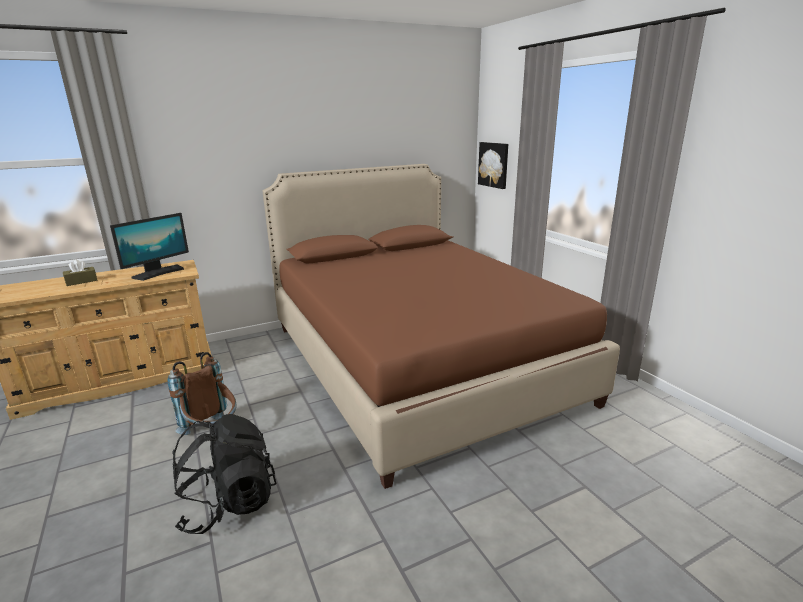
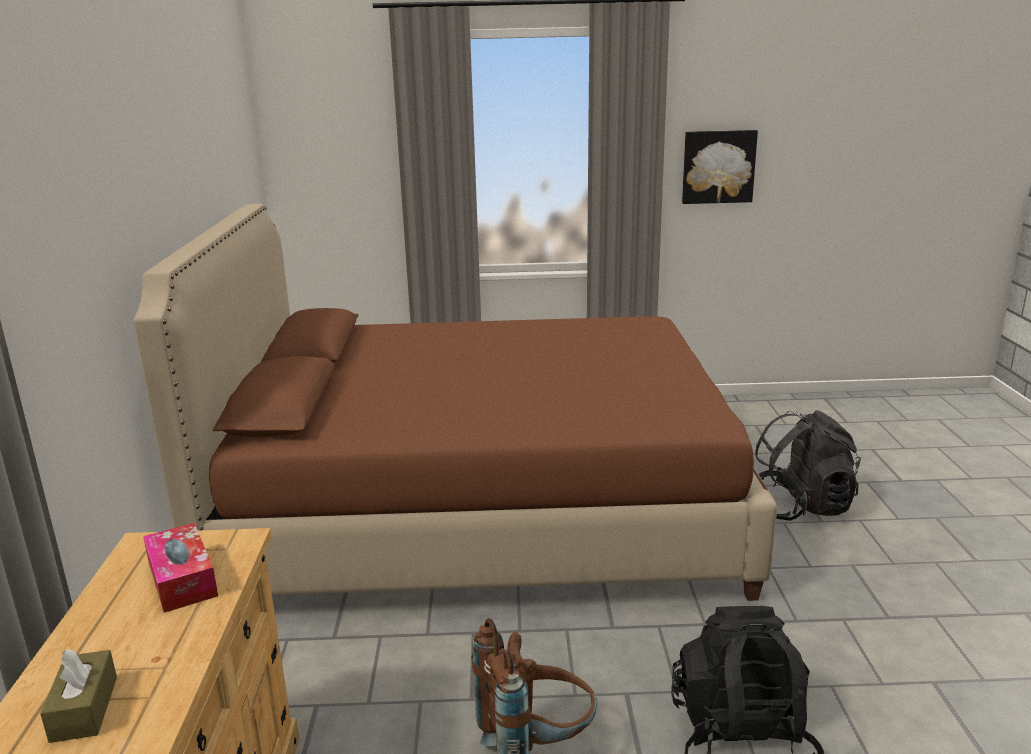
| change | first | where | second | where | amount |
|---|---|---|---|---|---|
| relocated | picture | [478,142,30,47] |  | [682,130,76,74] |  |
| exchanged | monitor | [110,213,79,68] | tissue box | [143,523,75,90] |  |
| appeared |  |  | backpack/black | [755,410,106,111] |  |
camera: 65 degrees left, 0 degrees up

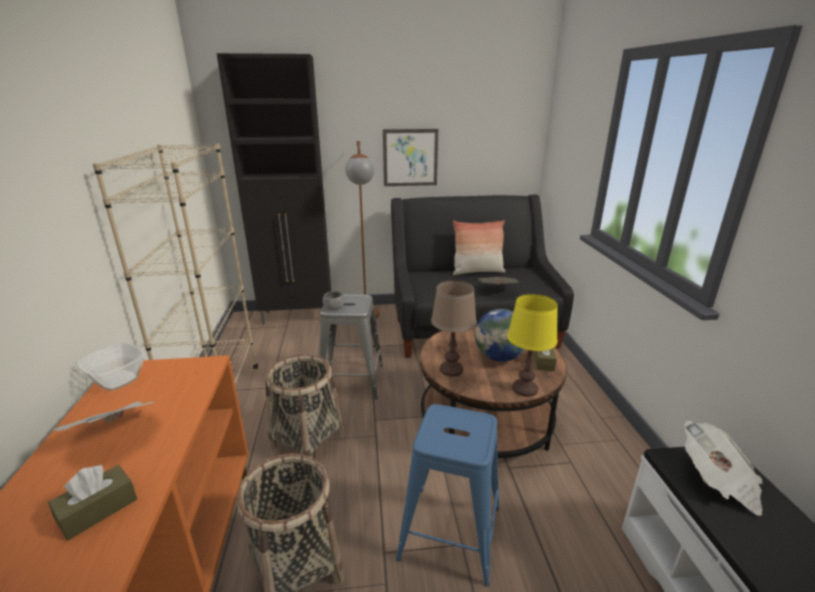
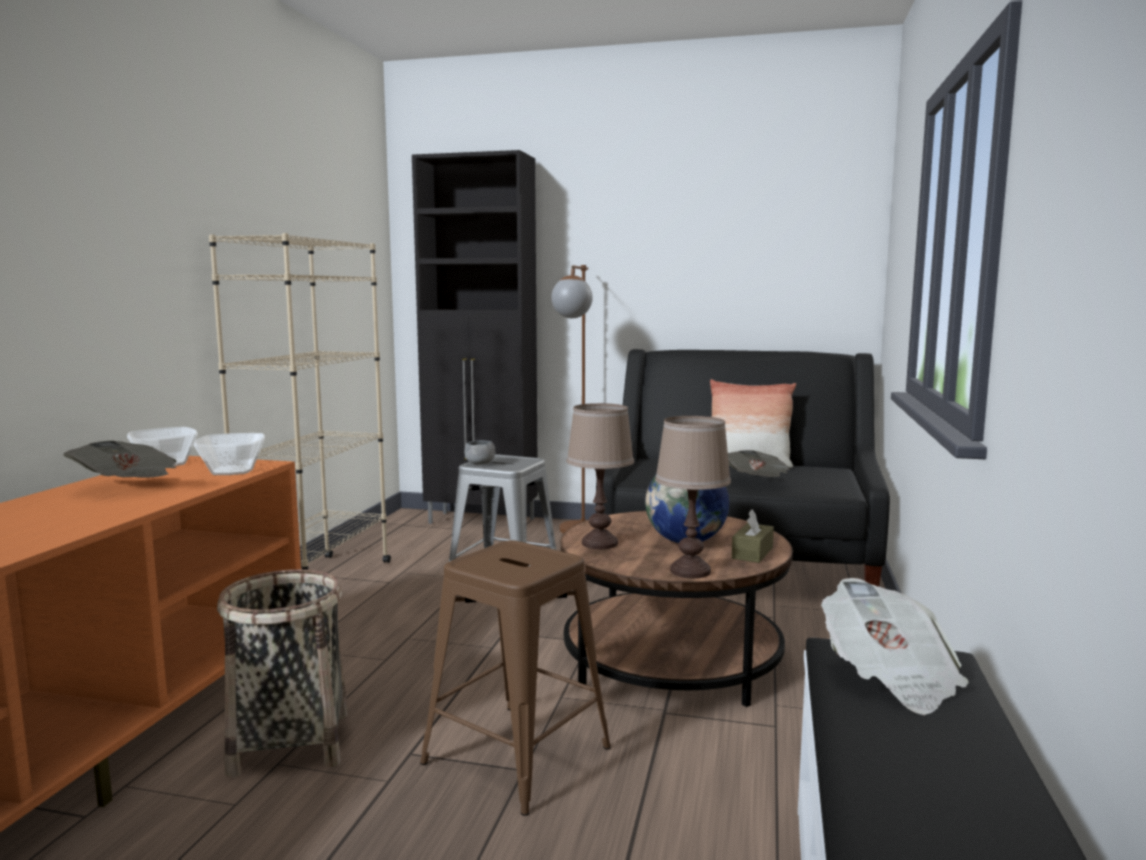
| change | first | where | second | where | amount |
|---|---|---|---|---|---|
| missing | picture | [383,129,55,57] |  |  |  |
| colour | table lamp/yellow | [507,294,51,103] | table lamp/brown | [655,416,76,162] |  |
| missing | basket | [265,354,79,103] |  |  |  |
| colour | stool/blue | [396,404,103,182] | stool/brown | [420,540,191,276] |  |
| missing | tissue box/brown | [48,465,89,76] |  |  |  |
| appeared |  |  | bowl | [194,433,71,42] |  |
camera: 20 degrees right, 15 degrees down

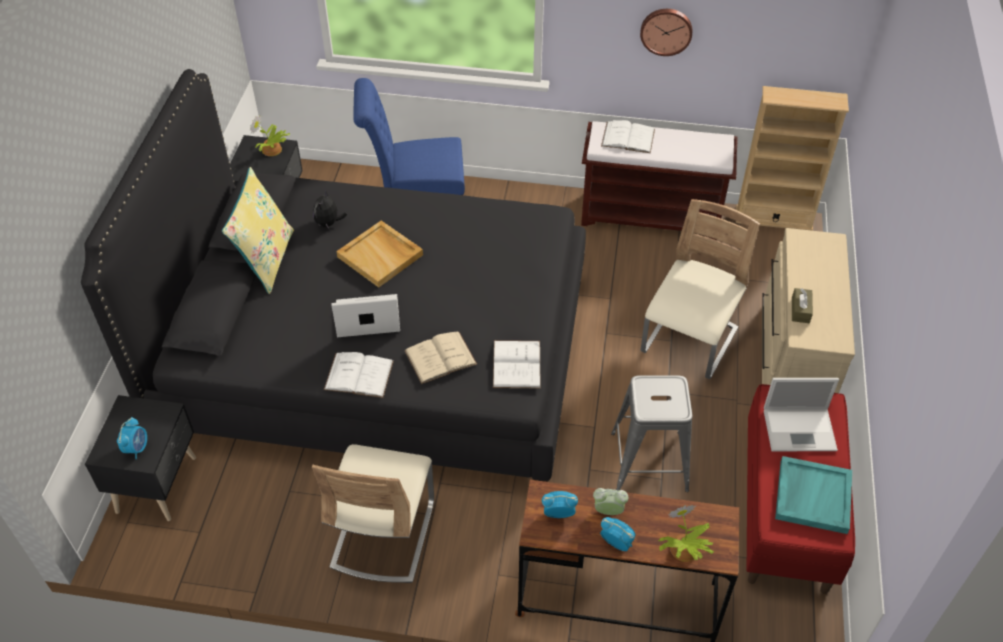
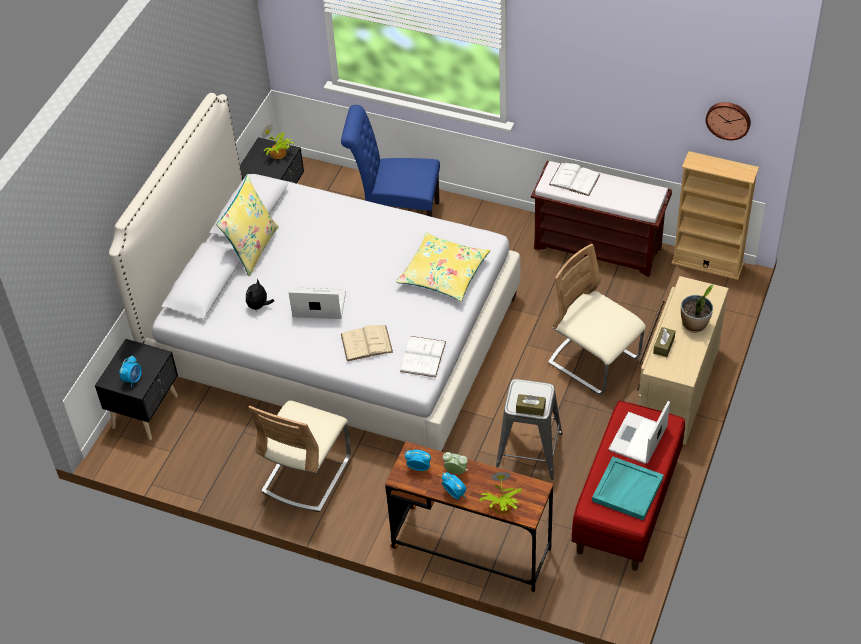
| change | first | where | second | where | amount |
|---|---|---|---|---|---|
| relocated | wall clock | [640,9,52,47] |  | [705,102,46,38] |  |
| colour | bed/black | [81,69,505,413] | bed/white | [109,93,412,359] |  |
| relocated | plush toy | [313,190,34,38] |  | [246,278,28,34] |  |
| spun | chair/beige | [641,199,119,180] |  | [548,244,98,151] | 90 degrees counterclockwise |
| missing | tray/beige | [336,221,87,67] |  |  |  |
| missing | book/white | [324,352,70,46] |  |  |  |
| spun | laptop | [764,378,75,73] |  | [609,401,61,63] | 105 degrees clockwise |
| appeared |  |  | pillow/yellow | [396,232,94,70] |  |
| appeared |  |  | potted plant | [681,284,33,49] |  |
| appeared |  |  | tissue box/brown | [516,394,30,22] |  |
camera: 15 degrees right, 0 degrees up

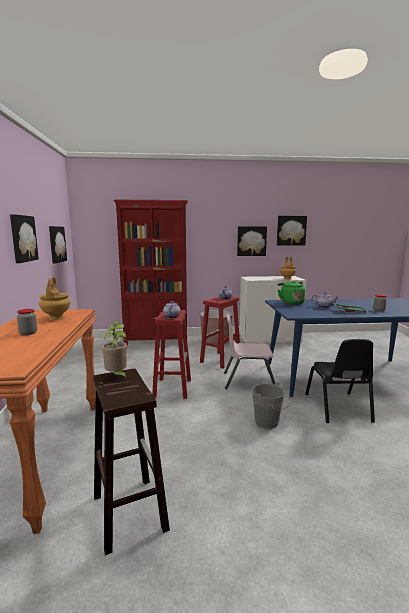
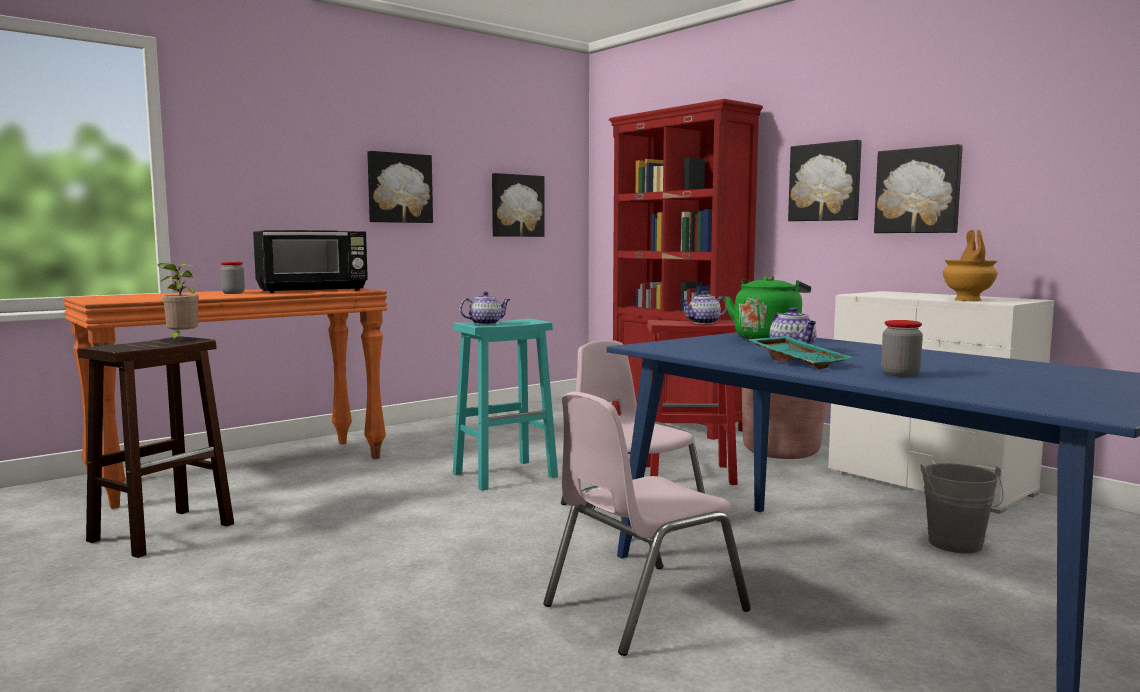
| change | first | where | second | where | amount |
|---|---|---|---|---|---|
| relocated | picture | [277,216,30,30] |  | [788,140,74,81] |  |
| exchanged | vase/brown | [39,277,32,43] | microwave/black | [253,230,115,63] |  |
| colour | stool/red | [152,310,39,89] | stool/turquoise | [453,319,105,172] |  |
| colour | chair/black | [305,339,70,84] | chair/pink | [543,392,208,264] |  |
| relocated | bucket/grey | [252,382,38,47] |  | [920,463,84,90] |  |
camera: 55 degrees right, 5 degrees down

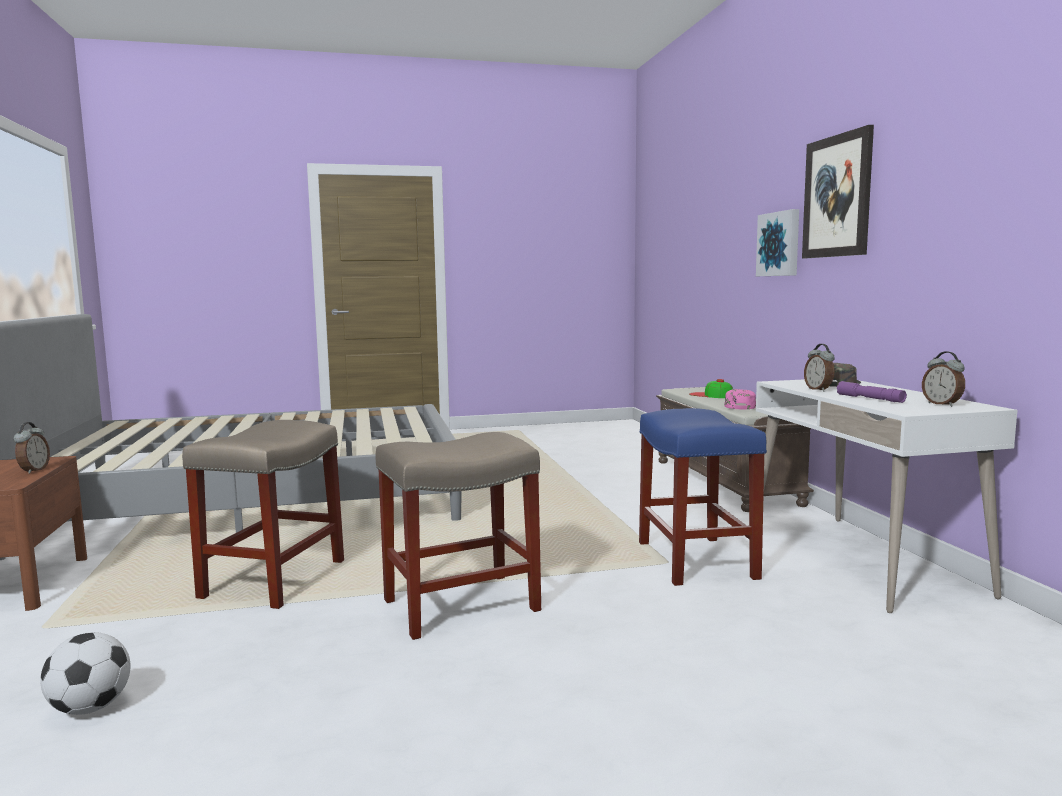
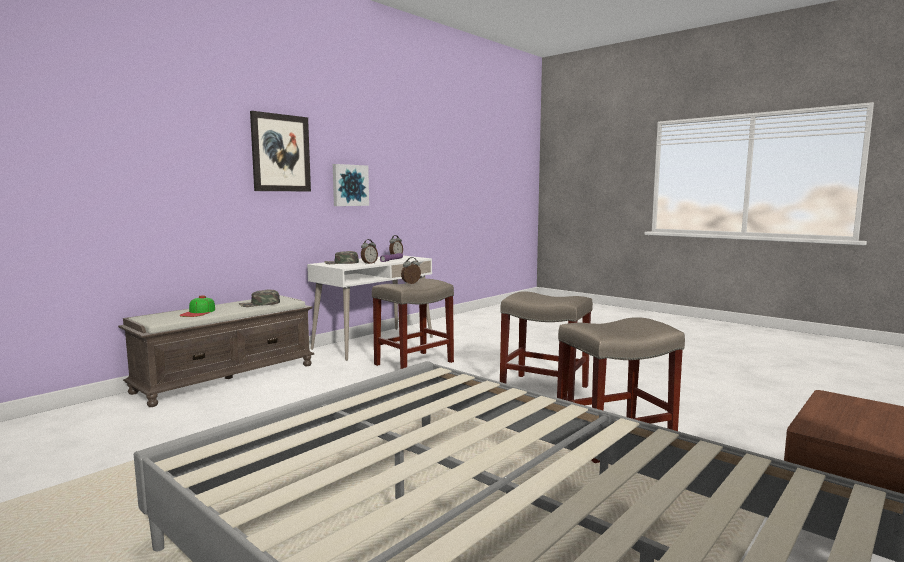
| change | first | where | second | where | amount |
|---|---|---|---|---|---|
| relocated | picture | [756,209,43,67] |  | [333,164,36,42] |  |
| colour | cap/pink | [724,389,32,20] | cap/green | [239,289,41,18] |  |
| colour | stool/blue | [639,408,128,178] | stool/beige | [372,279,82,90] |  |
| relocated | alarm clock | [14,422,36,52] |  | [401,257,20,27] |  |
| missing | football | [40,632,91,83] |  |  |  |
camera: 125 degrees left, 0 degrees up

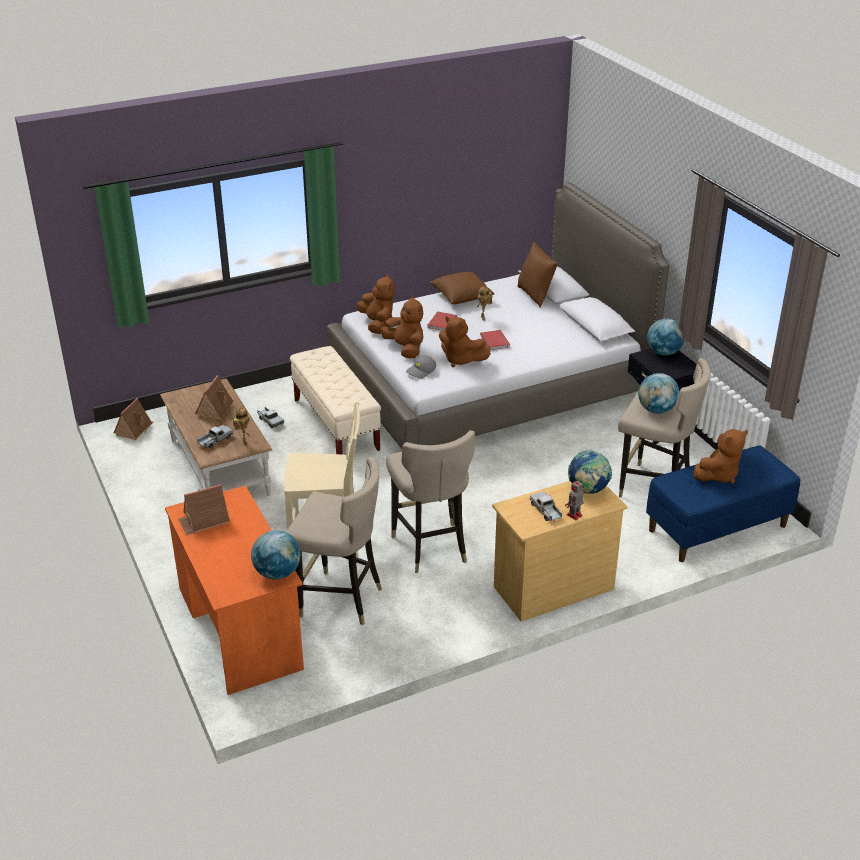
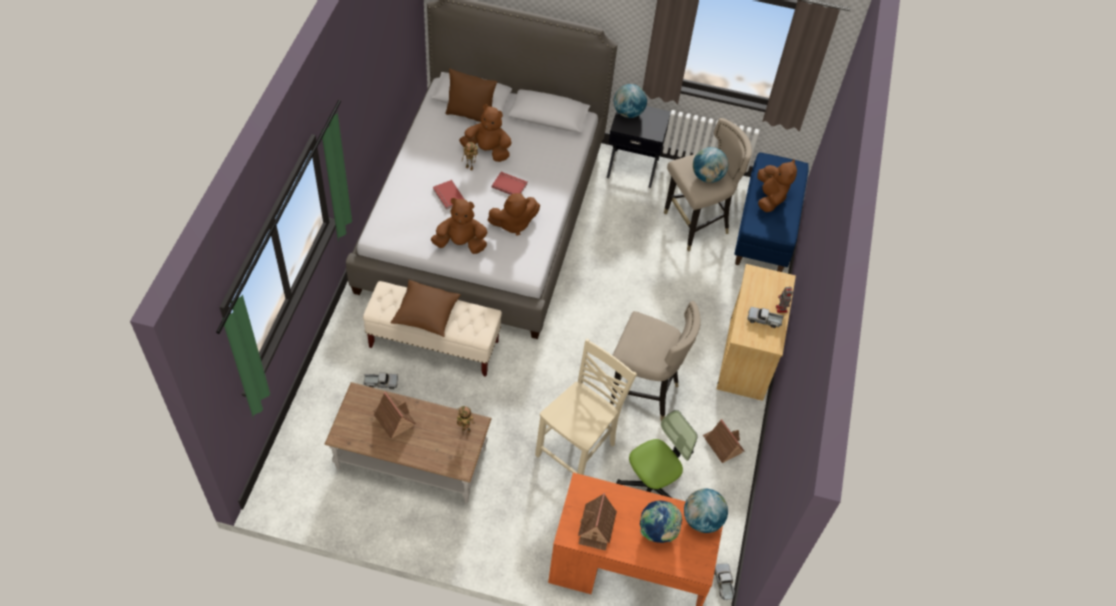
| change | first | where | second | where | amount |
|---|---|---|---|---|---|
| relocated | pillow/brown | [430,272,64,32] |  | [390,280,71,57] |  |
| relocated | plush toy/brown | [357,274,38,60] |  | [459,104,52,58] |  |
| missing | cap/grey | [406,355,30,24] |  |  |  |
| relocated | toy house | [114,398,40,42] |  | [703,419,41,44] |  |
| relocated | toy truck | [197,425,36,23] |  | [714,564,21,37] |  |
| relocated | globe | [568,450,44,44] |  | [640,501,42,42] |  |
| exchanged | stool/beige | [286,456,96,169] | office chair | [616,410,82,88] |  |
camera: 55 degrees left, 20 degrees up

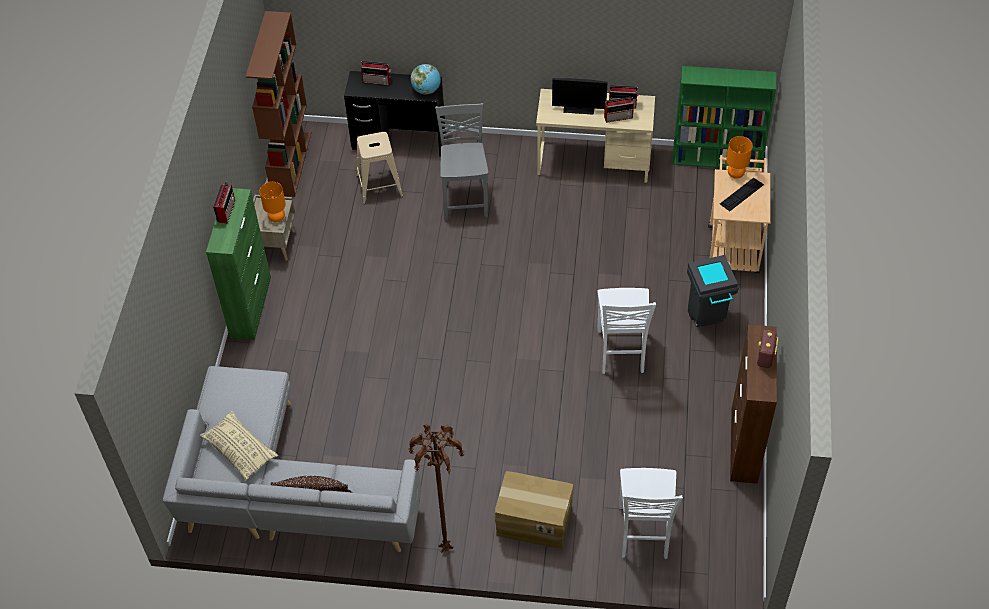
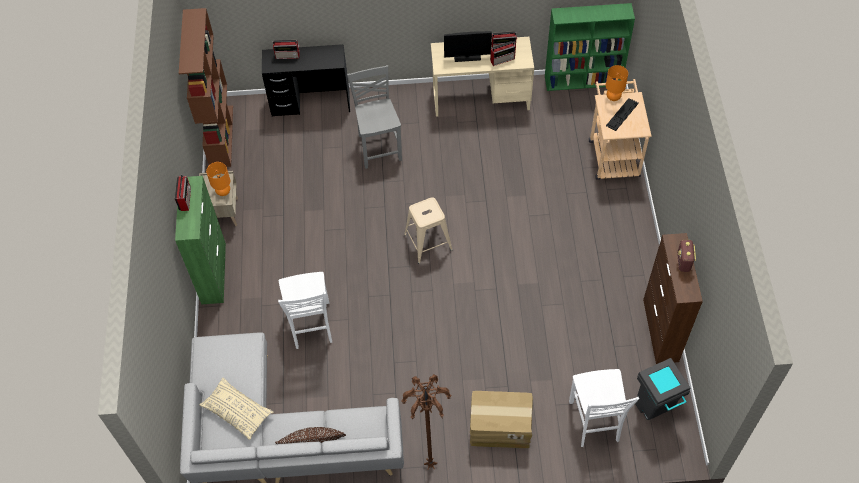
| change | first | where | second | where | amount |
|---|---|---|---|---|---|
| missing | globe | [410,64,31,30] |  |  |  |
| relocated | stool/beige | [356,132,47,72] |  | [404,197,49,66] |  |
| relocated | trash can/grey | [687,255,52,72] |  | [635,358,55,62] |  |
| relocated | chair/white | [598,288,58,86] |  | [278,272,54,77] |  |
camera: 10 degrees left, 5 degrees up

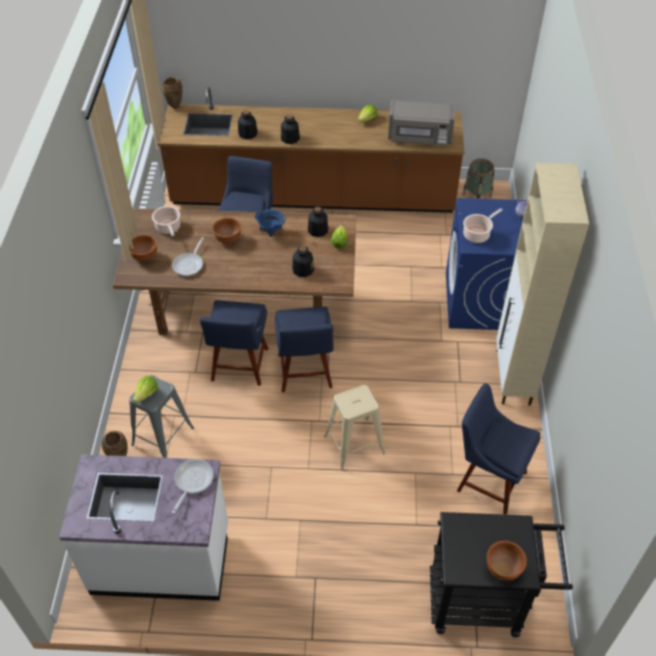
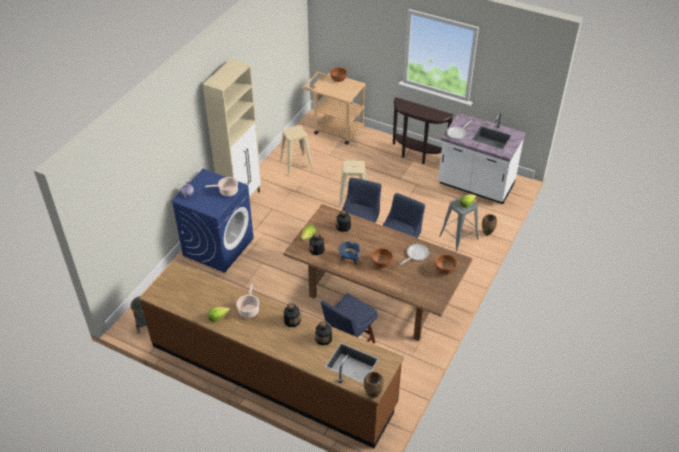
| change | first | where | second | where | amount |
|---|---|---|---|---|---|
| missing | microwave/grey | [388,100,67,46] |  |  |  |
| relocated | cooking pot | [152,206,28,30] |  | [236,283,23,35] |  |
| exchanged | chair/blue | [457,383,83,131] | stool/beige | [279,125,34,51] |  |
| colour | cart/black | [430,512,143,125] | cart/beige | [301,71,65,74] |  |
| appeared |  |  | console table/brown | [393,97,61,67] |  |
camera: 155 degrees left, 5 degrees down

